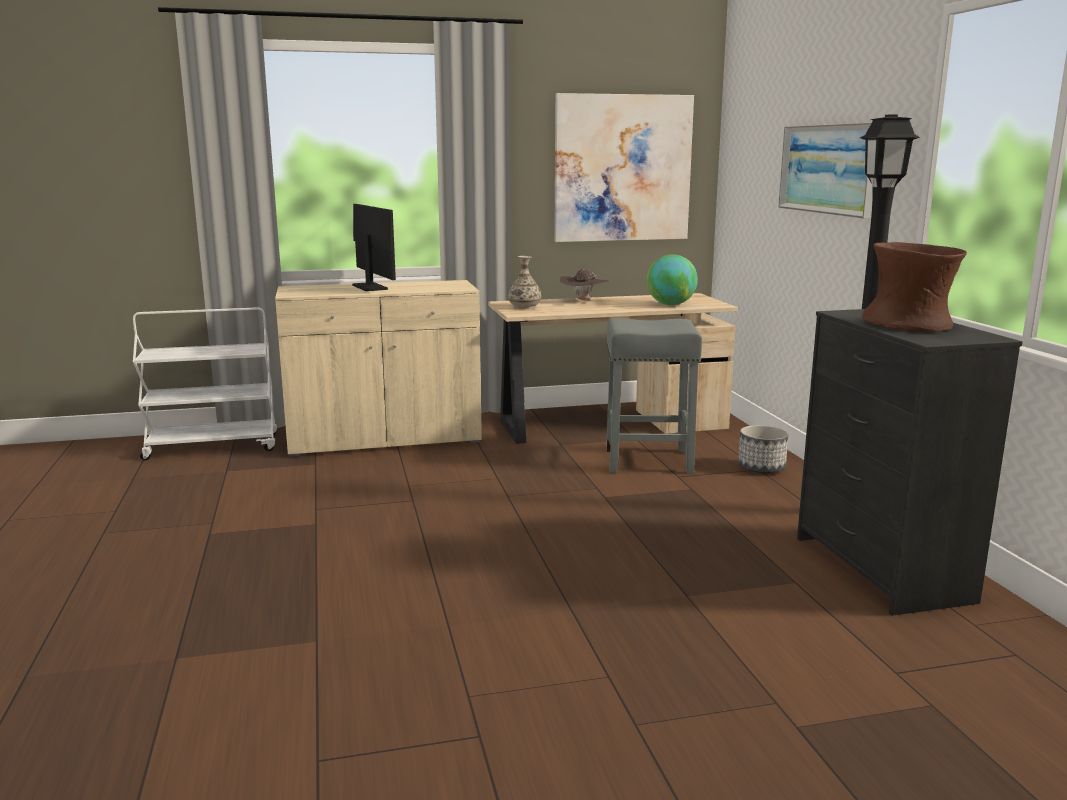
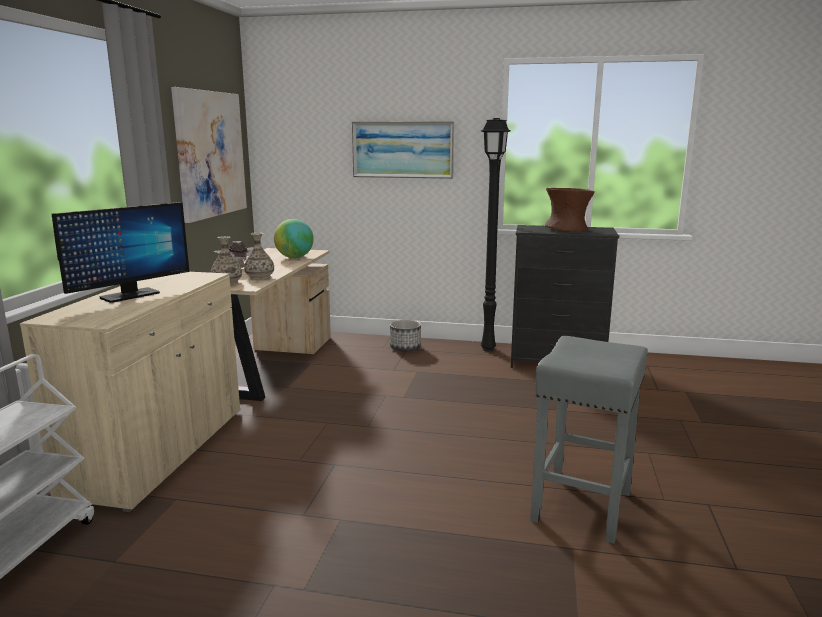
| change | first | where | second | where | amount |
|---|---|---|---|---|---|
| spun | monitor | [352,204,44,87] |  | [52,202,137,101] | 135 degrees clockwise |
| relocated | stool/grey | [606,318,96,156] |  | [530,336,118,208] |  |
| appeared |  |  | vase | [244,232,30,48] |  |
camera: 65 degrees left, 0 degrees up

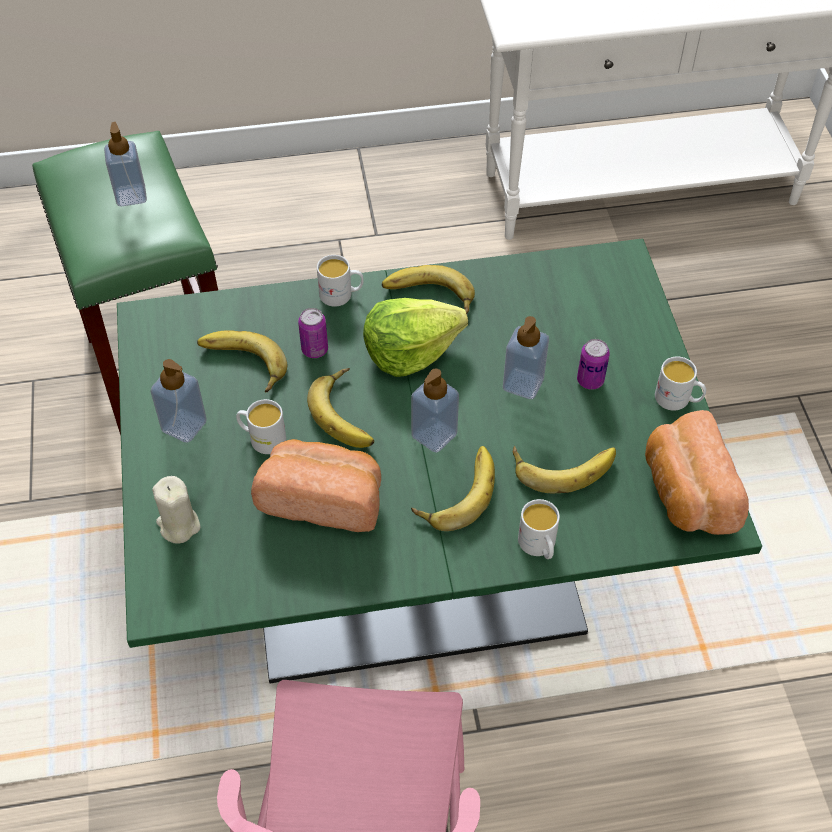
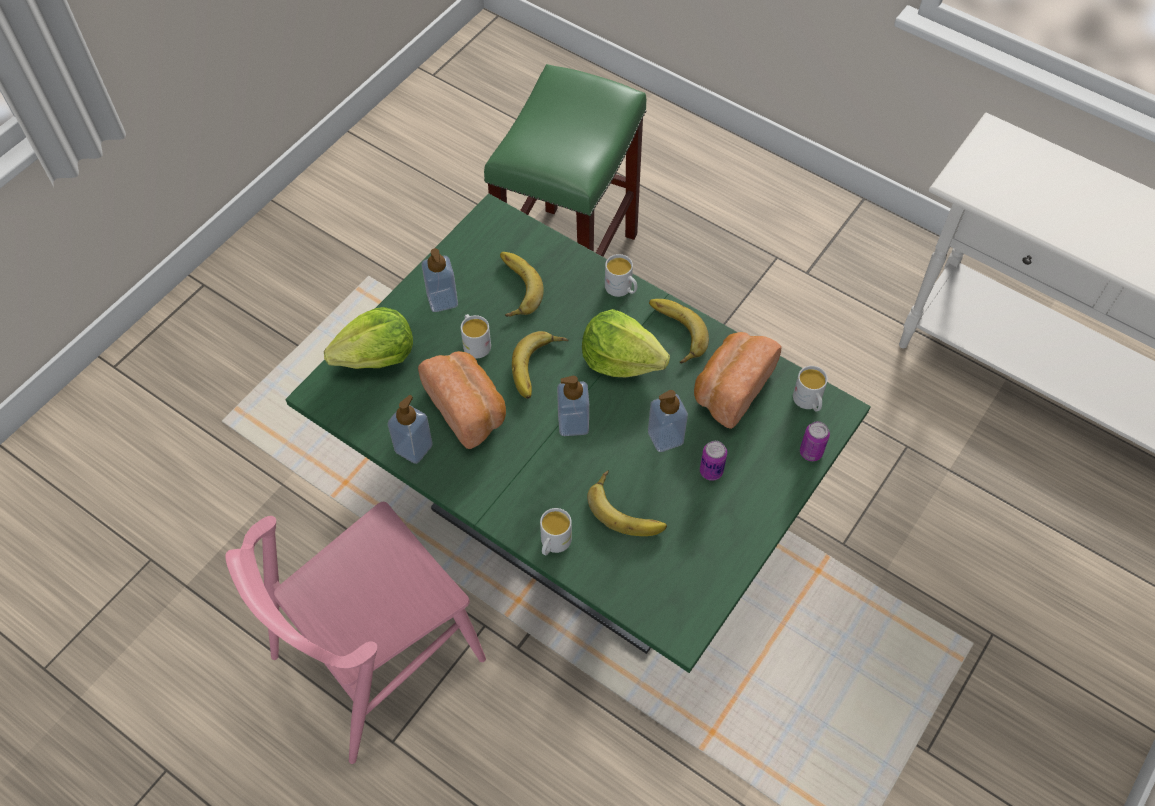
| change | first | where | second | where | amount |
|---|---|---|---|---|---|
| relocated | soap dispenser | [104,122,43,85] |  | [388,395,45,69] |  |
| relocated | can | [298,308,30,50] |  | [800,421,30,40] |  |
| relocated | mug/white | [655,356,51,55] |  | [793,366,35,45] |  |
| relocated | bread | [645,410,104,125] |  | [694,332,88,97] |  |
| missing | banana | [411,446,84,85] |  |  |  |
| exchanged | candle/beige | [152,476,49,68] | lettuce | [324,307,89,62] |  |
camera: 45 degrees right, 5 degrees up

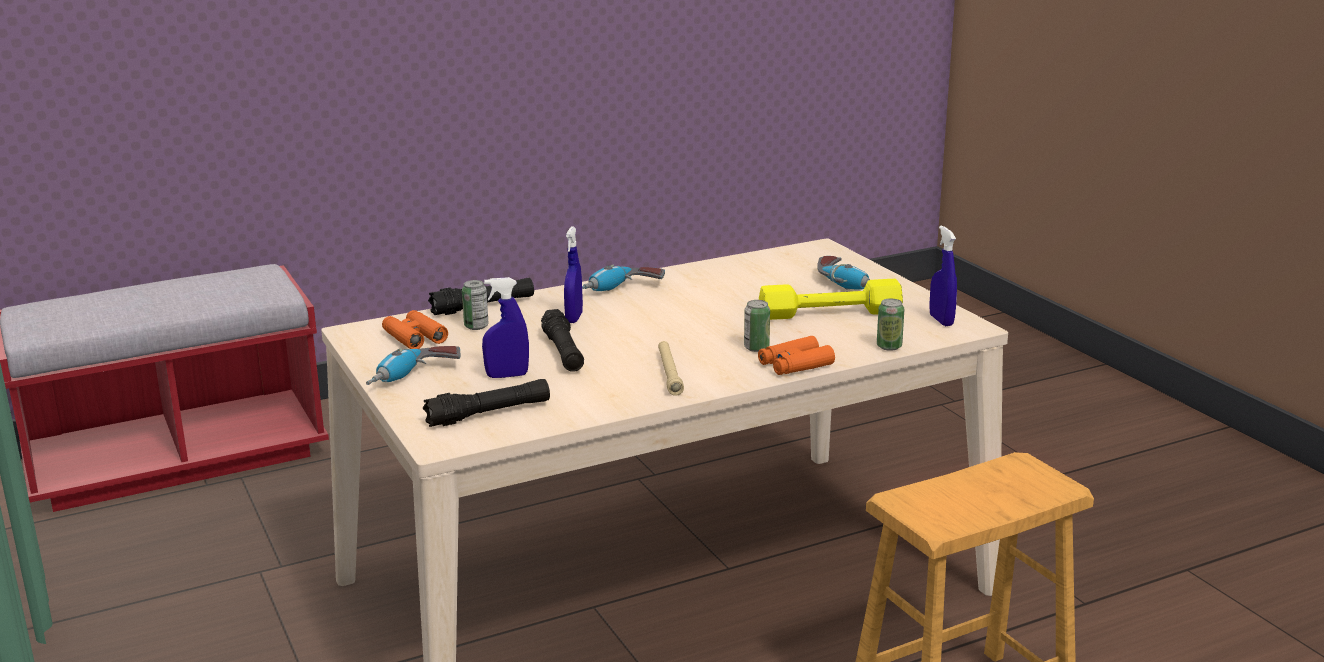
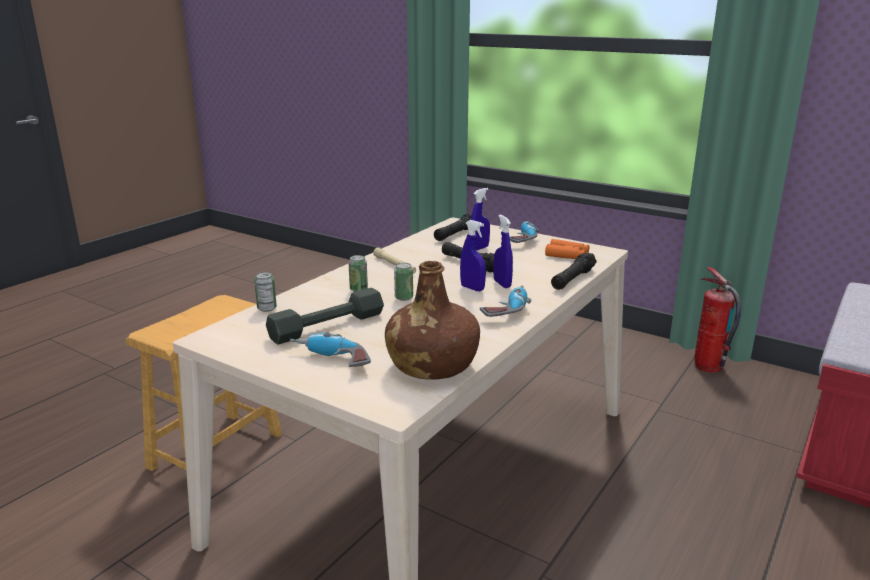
| change | first | where | second | where | amount |
|---|---|---|---|---|---|
| relocated | spray bottle/blue | [929,225,28,101] |  | [460,220,26,71] |  |
| colour | dumbbell/yellow | [759,279,144,41] | dumbbell/grey | [266,288,118,56] |  |
| relocated | can | [462,280,27,50] |  | [394,263,19,38] |  |
| missing | binoculars/orange | [758,336,77,39] |  |  |  |
| appeared |  |  | bottle/brown | [385,261,95,119] |  |
| appeared |  |  | fire extinguisher | [694,267,47,105] |  |
camera: 150 degrees right, 0 degrees up

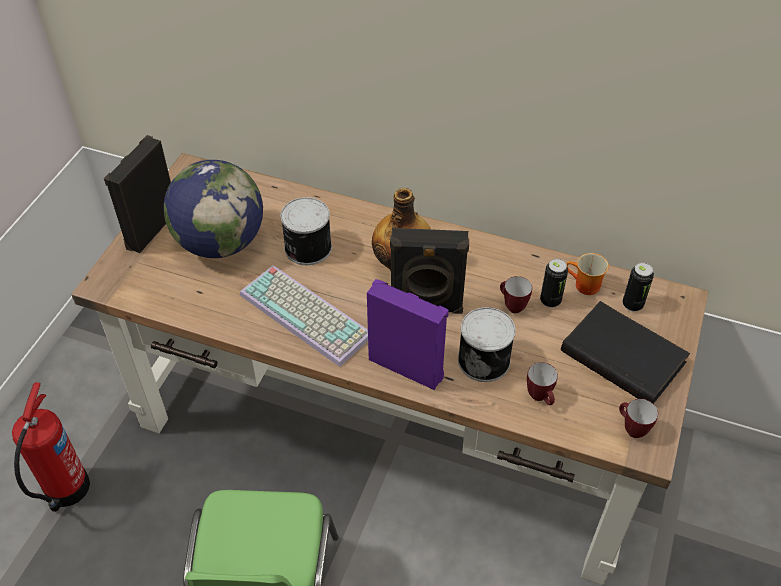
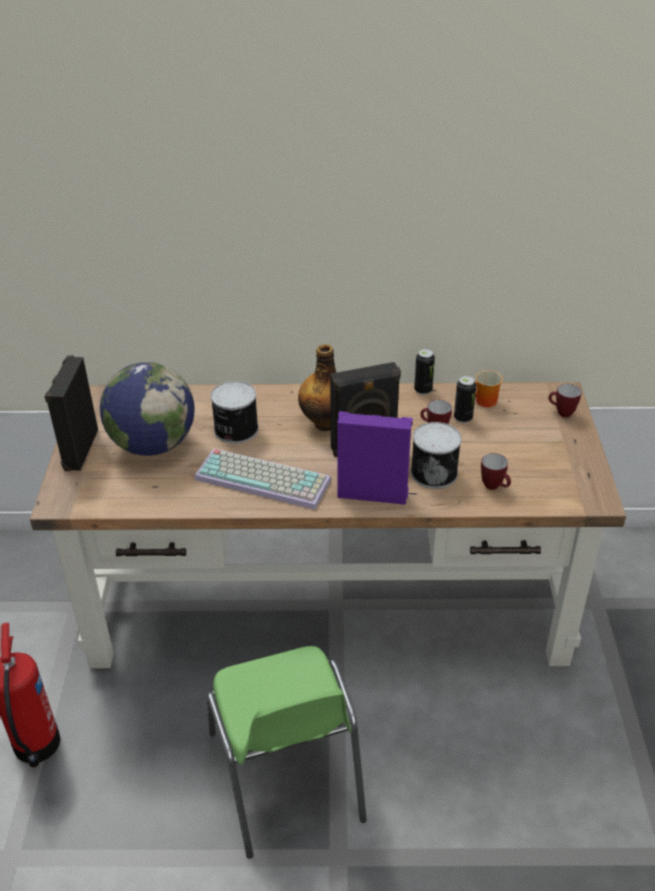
| change | first | where | second | where | amount |
|---|---|---|---|---|---|
| relocated | can | [623,262,31,50] |  | [414,349,21,46] |  |
| missing | book/black | [561,301,129,103] |  |  |  |
| relocated | mug | [619,399,39,39] |  | [549,384,33,33] |  |
camera: 20 degrees left, 10 degrees down

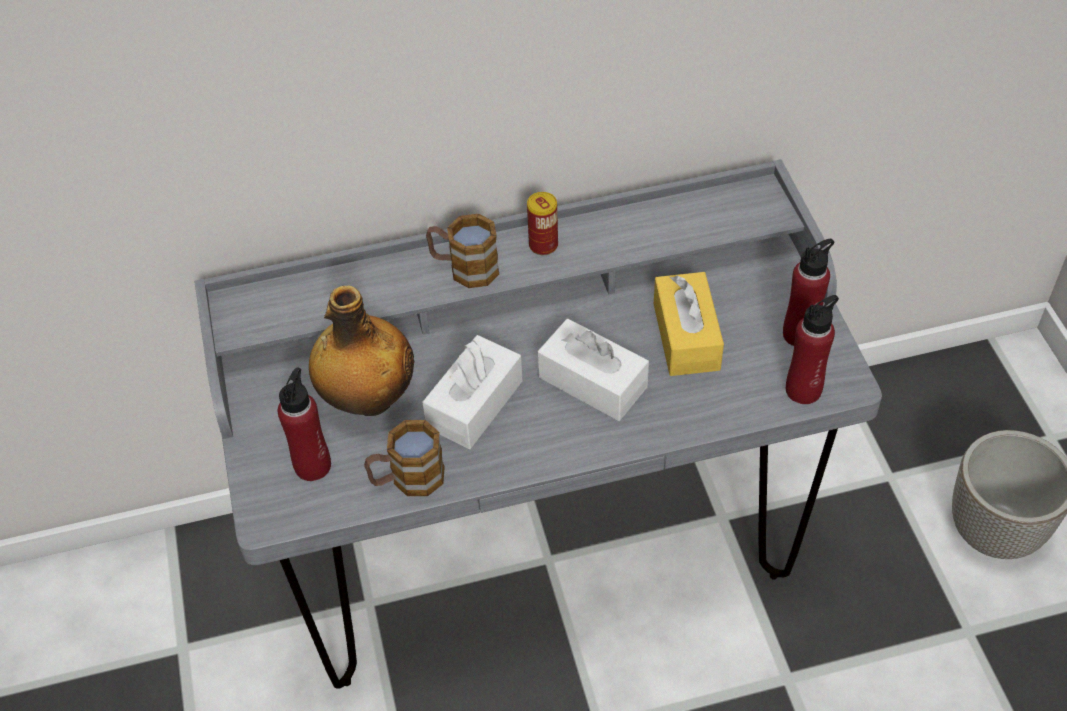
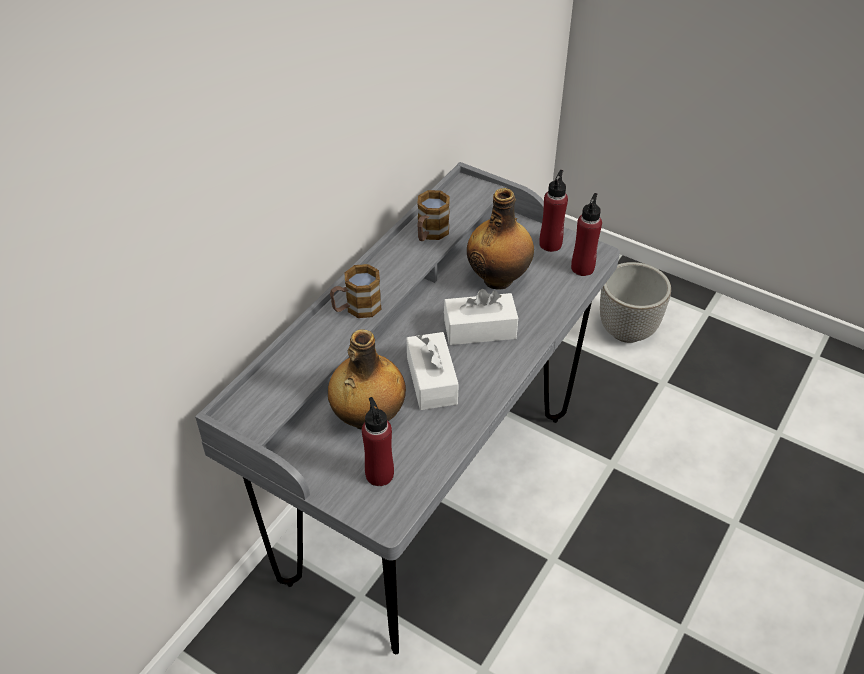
| change | first | where | second | where | amount |
|---|---|---|---|---|---|
| missing | can | [527,192,31,63] |  |  |  |
| exchanged | tissue box/yellow | [654,272,70,104] | bottle | [467,188,67,102] |  |
| relocated | mug | [364,420,81,76] |  | [417,190,33,51] |  |
camera: 45 degrees left, 5 degrees down

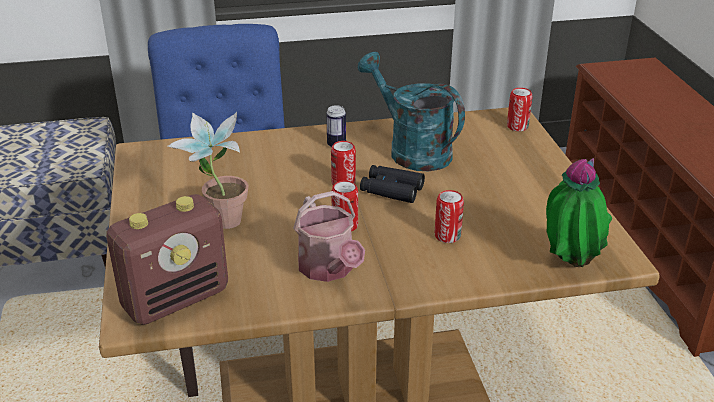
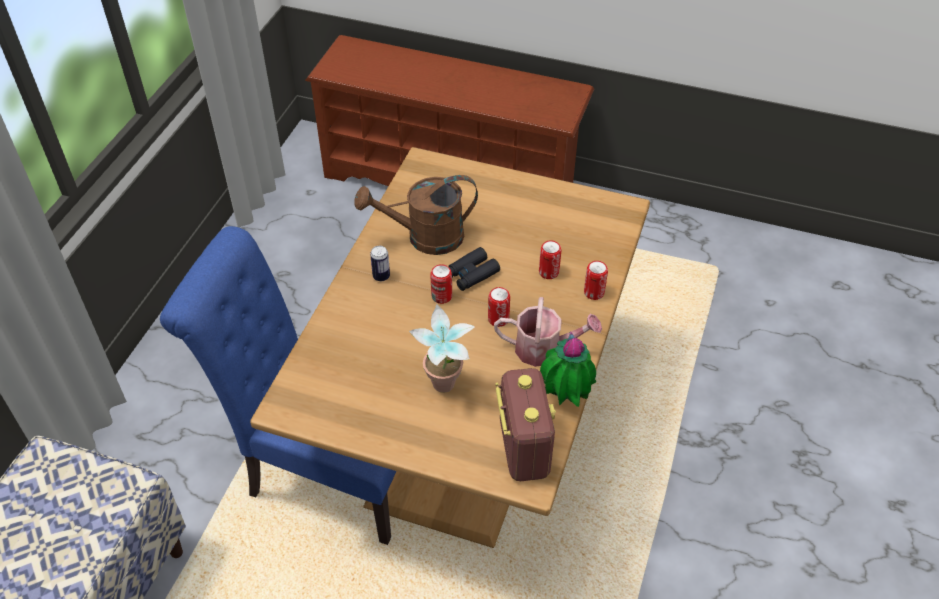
| change | first | where | second | where | amount |
|---|---|---|---|---|---|
| colour | watering can/turquoise | [358,52,107,119] | watering can/brown | [354,175,124,80] |  |
| relocated | can | [507,88,26,44] |  | [584,261,24,39] |  |
| relocated | potted plant | [546,158,66,109] |  | [540,331,56,76] |  |
camera: 60 degrees left, 15 degrees up

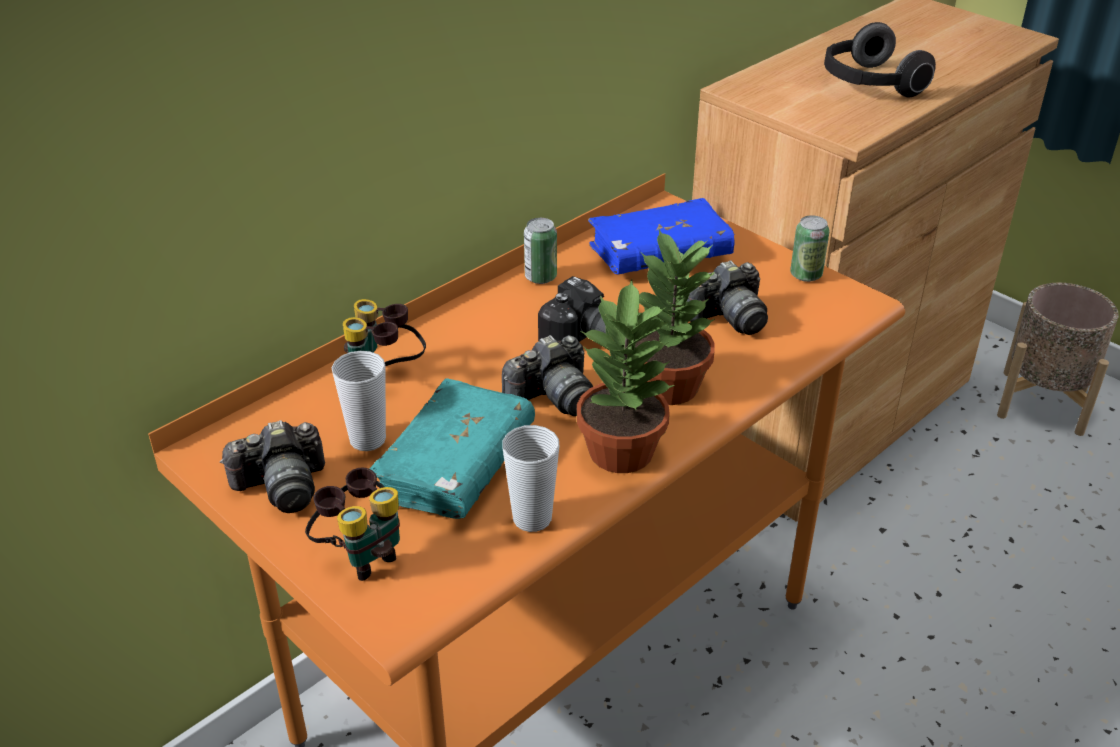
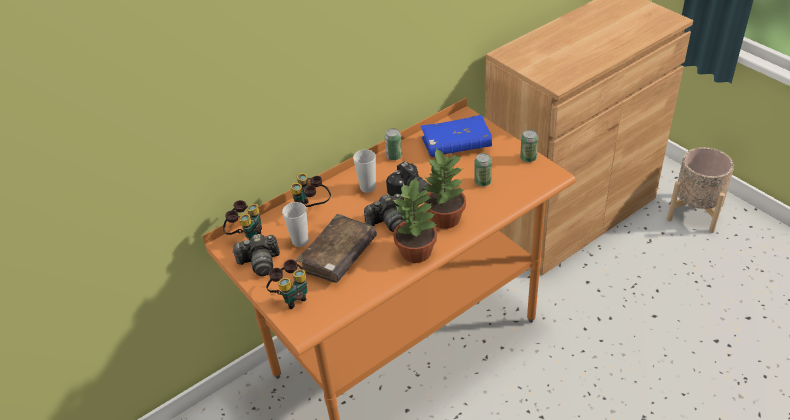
| change | first | where | second | where | amount |
|---|---|---|---|---|---|
| missing | headphones | [824,22,112,75] |  |  |  |
| exchanged | photo camera | [687,260,81,75] | can | [474,153,18,33] |  |
| colour | book/turquoise | [370,378,165,141] | book/brown | [296,214,81,69] |  |
| relocated | cup | [502,425,58,107] |  | [353,150,23,43] |  |
| appeared |  |  | binoculars | [223,200,39,40] |  |
camera: 10 degrees right, 5 degrees up

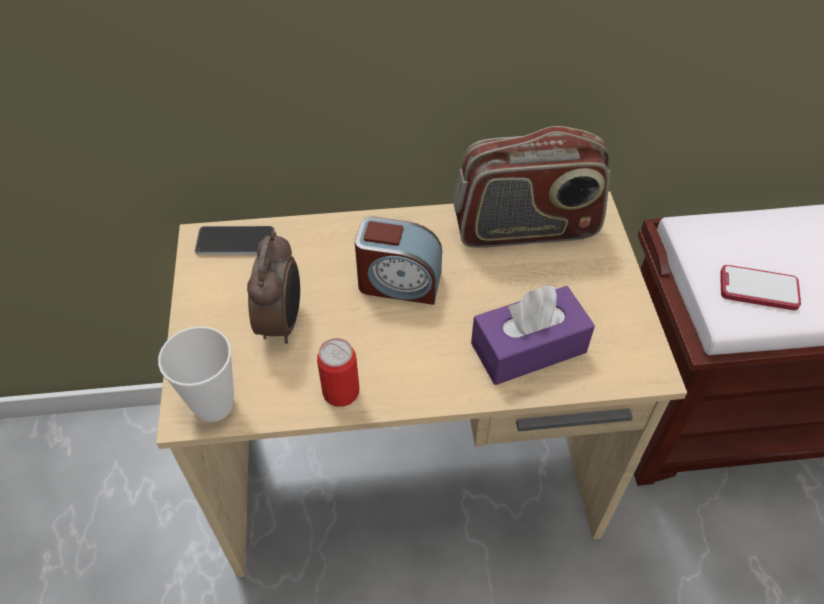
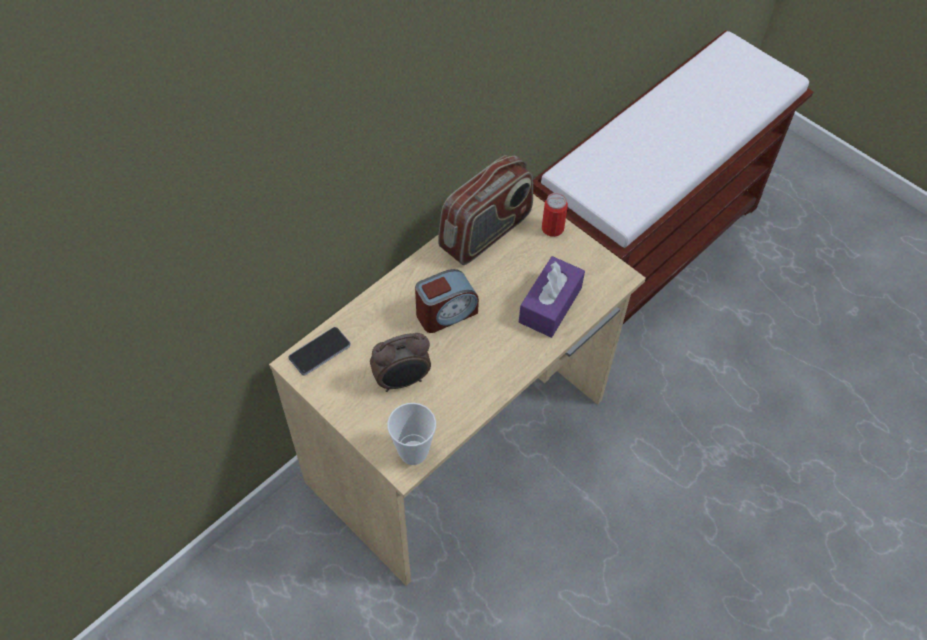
| change | first | where | second | where | amount |
|---|---|---|---|---|---|
| spun | alarm clock | [247,231,53,113] |  | [370,333,61,59] | 105 degrees clockwise |
| missing | phone | [720,265,81,45] |  |  |  |
| relocated | can | [317,338,42,69] |  | [542,193,26,44] |  |
camera: 40 degrees left, 5 degrees up

